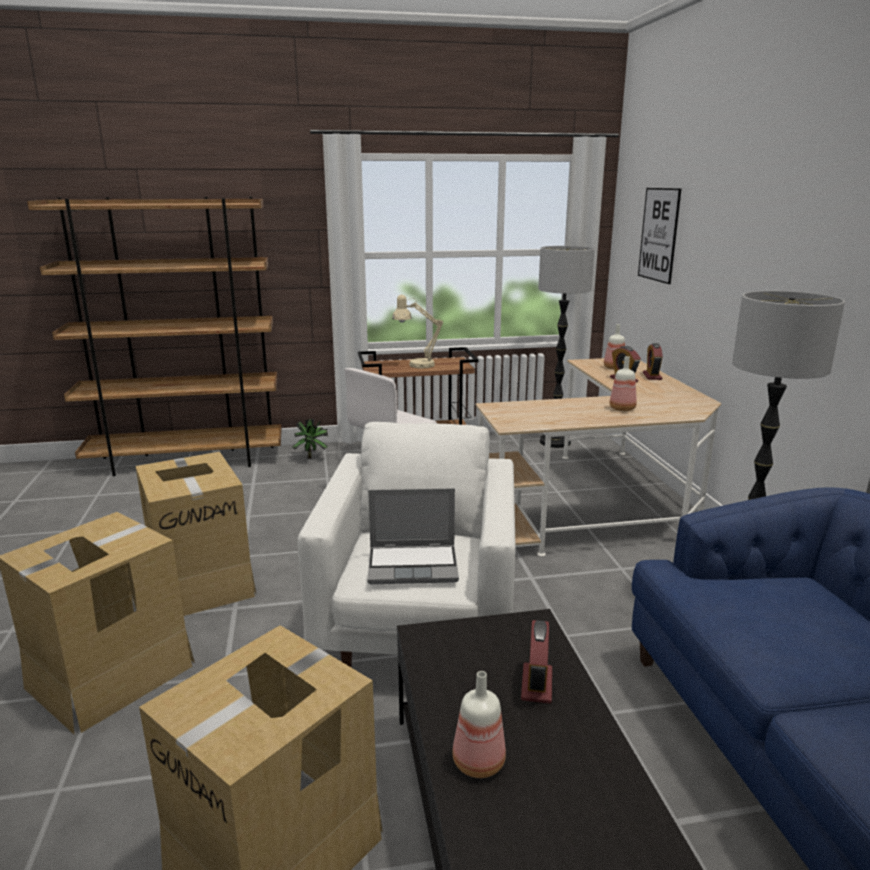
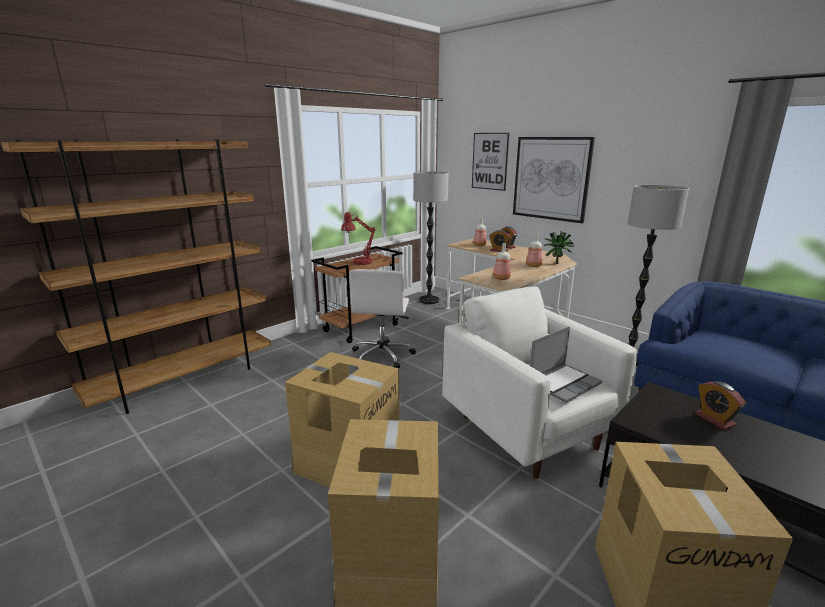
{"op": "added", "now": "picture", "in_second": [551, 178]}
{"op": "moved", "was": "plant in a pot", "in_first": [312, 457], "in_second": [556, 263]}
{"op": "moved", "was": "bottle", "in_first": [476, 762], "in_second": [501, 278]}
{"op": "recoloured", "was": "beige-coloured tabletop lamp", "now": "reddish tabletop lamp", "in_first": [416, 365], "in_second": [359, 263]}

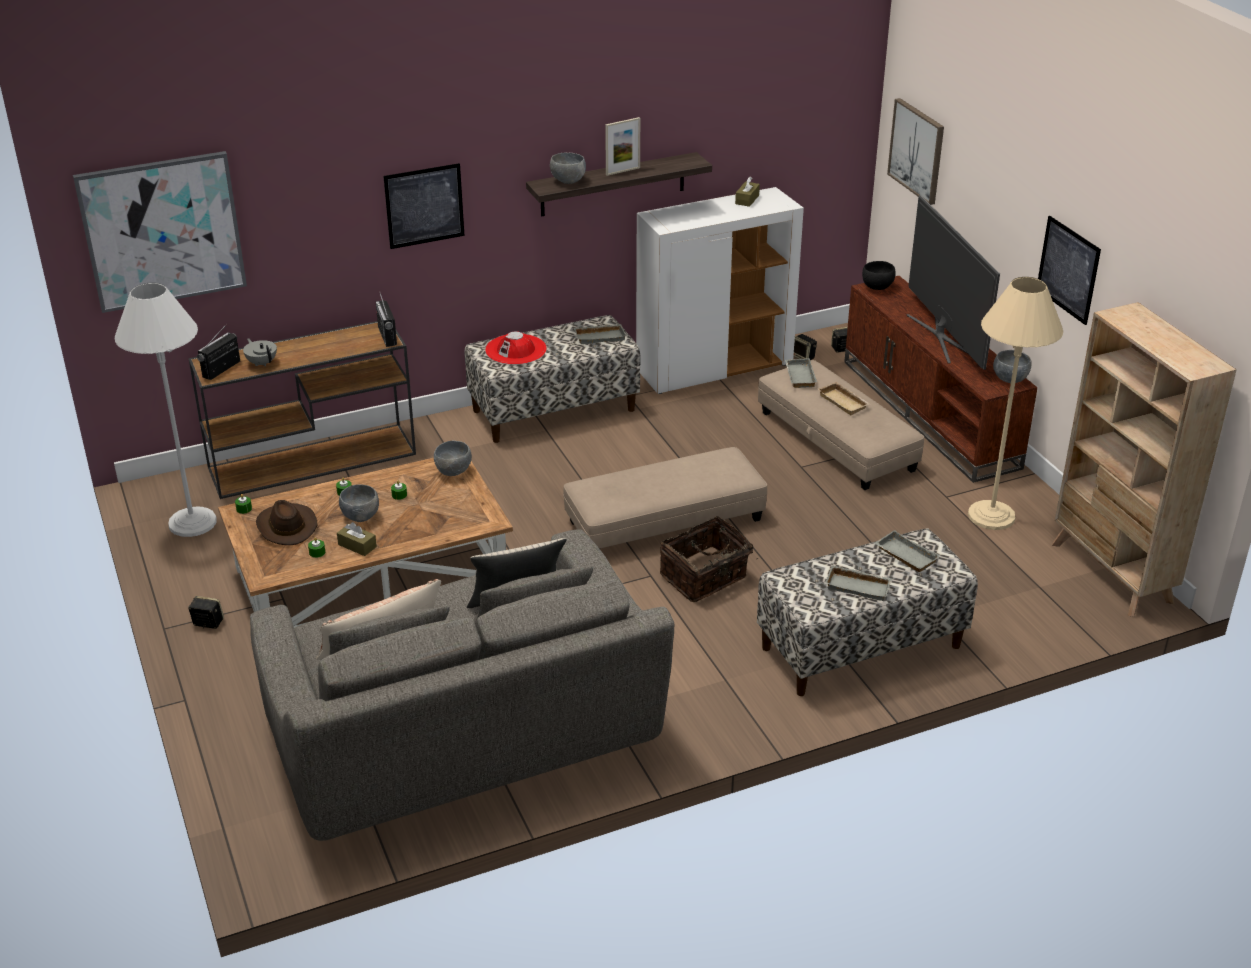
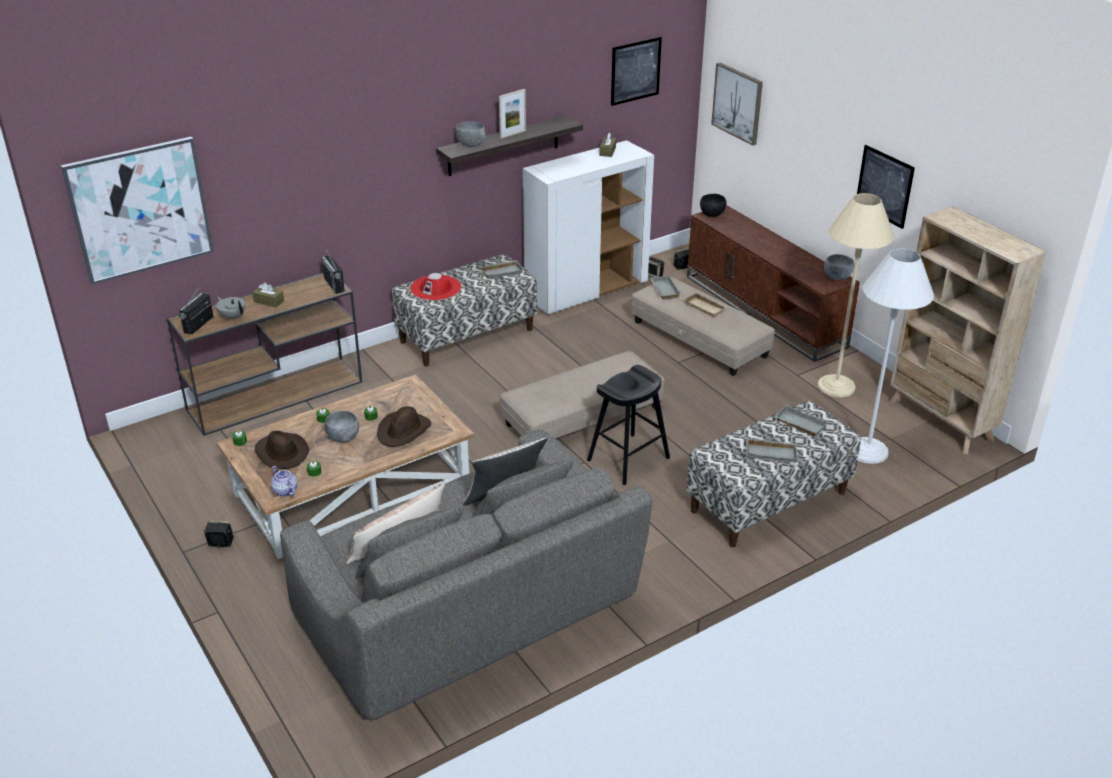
{"op": "removed", "was": "greyish serving bowl", "in_first": [454, 472]}
{"op": "removed", "was": "TV", "in_first": [942, 336]}
{"op": "added", "now": "teapot", "in_second": [284, 491]}
{"op": "added", "now": "brown clothing hat", "in_second": [404, 431]}
{"op": "moved", "was": "white-coloured standard lamp", "in_first": [192, 522], "in_second": [867, 451]}
{"op": "moved", "was": "brown tissue holder", "in_first": [357, 546], "in_second": [269, 301]}
{"op": "moved", "was": "picture", "in_first": [424, 206], "in_second": [635, 71]}
{"op": "replaced", "was": "household basket", "now": "black-coloured stool", "in_first": [705, 577], "in_second": [628, 459]}

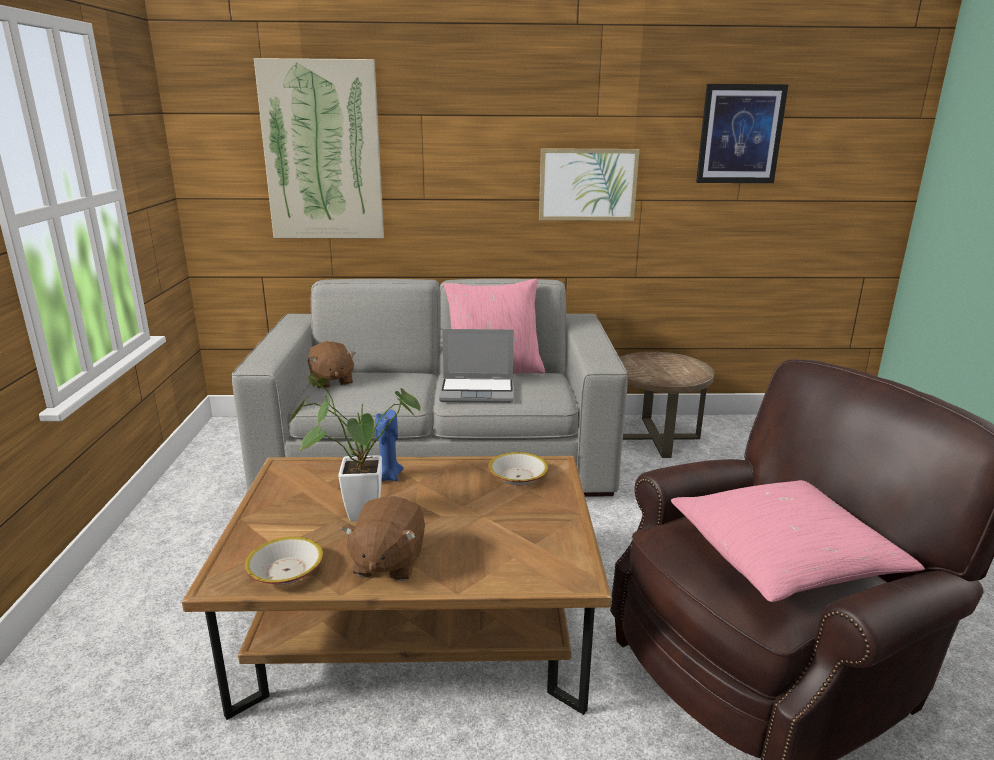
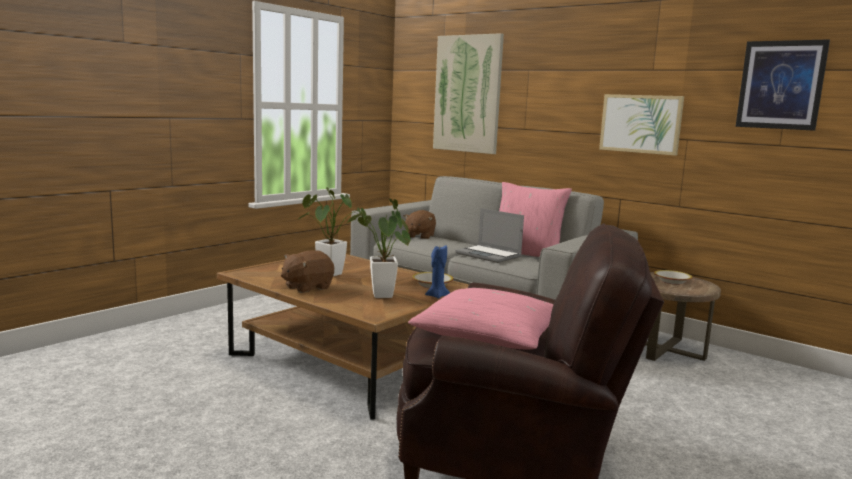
{"op": "added", "now": "plant in a pot", "in_second": [382, 297]}
{"op": "moved", "was": "serving bowl", "in_first": [286, 571], "in_second": [672, 282]}
{"op": "moved", "was": "bluish wax candle", "in_first": [388, 477], "in_second": [437, 296]}

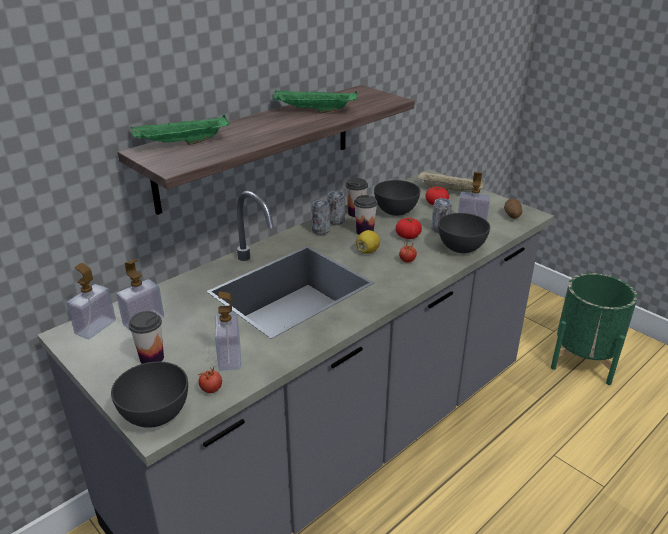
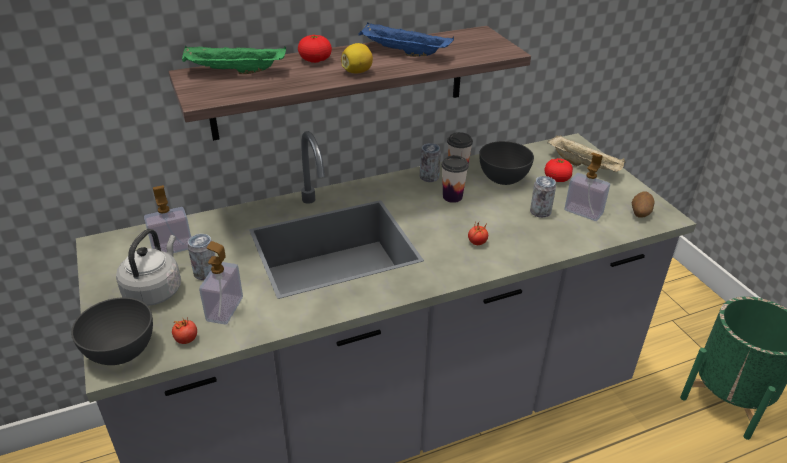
{"op": "removed", "was": "soap bottle", "in_first": [95, 327]}
{"op": "removed", "was": "greyish serving bowl", "in_first": [461, 248]}
{"op": "moved", "was": "metal can", "in_first": [320, 231], "in_second": [206, 273]}
{"op": "moved", "was": "citrus fruit", "in_first": [367, 251], "in_second": [357, 71]}
{"op": "moved", "was": "tomato", "in_first": [408, 236], "in_second": [315, 60]}
{"op": "replaced", "was": "cup", "now": "greyish tea kettle", "in_first": [152, 358], "in_second": [155, 290]}
{"op": "recoloured", "was": "greenish carrying tray", "now": "bluish carrying tray", "in_first": [313, 111], "in_second": [402, 53]}

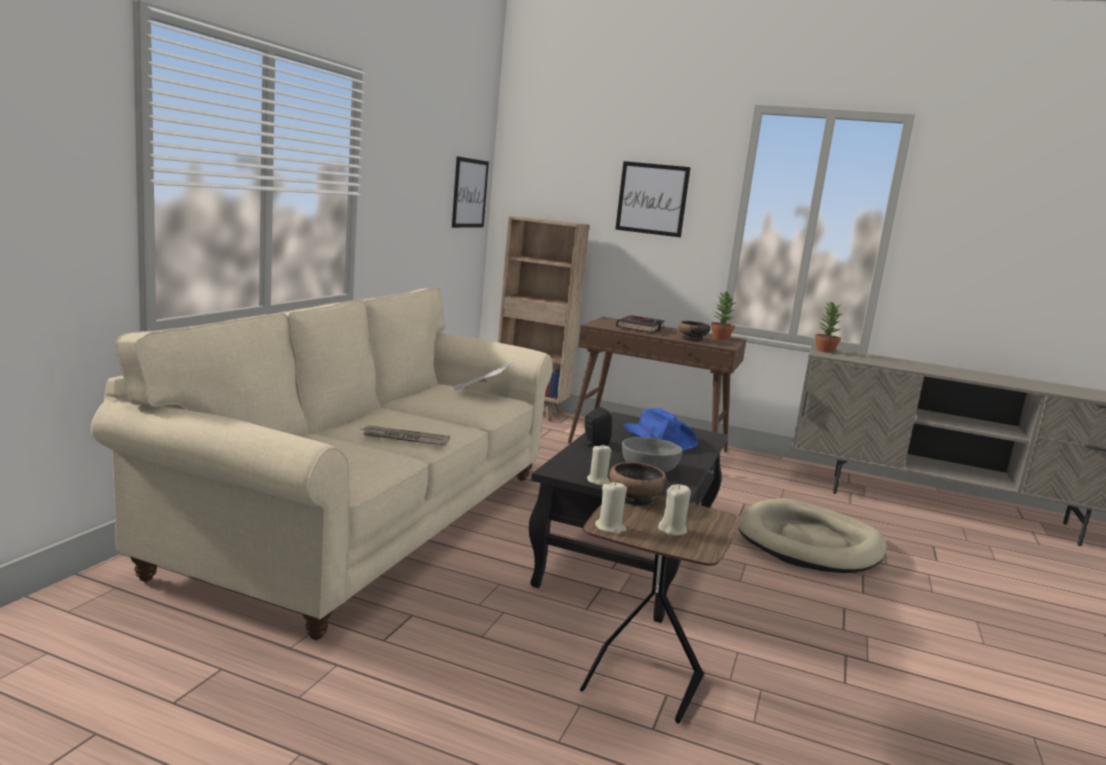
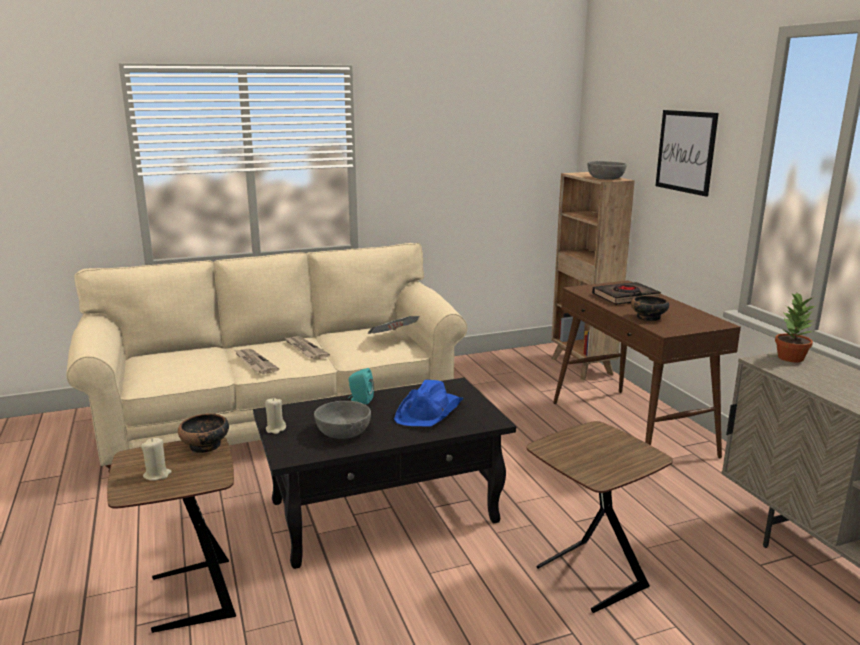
{"op": "removed", "was": "picture", "in_first": [469, 193]}
{"op": "removed", "was": "beige-coloured wax candle", "in_first": [610, 528]}
{"op": "removed", "was": "plant in a pot", "in_first": [720, 338]}
{"op": "added", "now": "daily paper", "in_second": [305, 349]}
{"op": "added", "now": "greyish serving bowl", "in_second": [606, 178]}
{"op": "replaced", "was": "beige-coloured dog bed", "now": "brown accent table", "in_first": [810, 543], "in_second": [588, 578]}
{"op": "recoloured", "was": "black-coloured speaker", "now": "blue-green speaker", "in_first": [593, 444], "in_second": [360, 400]}

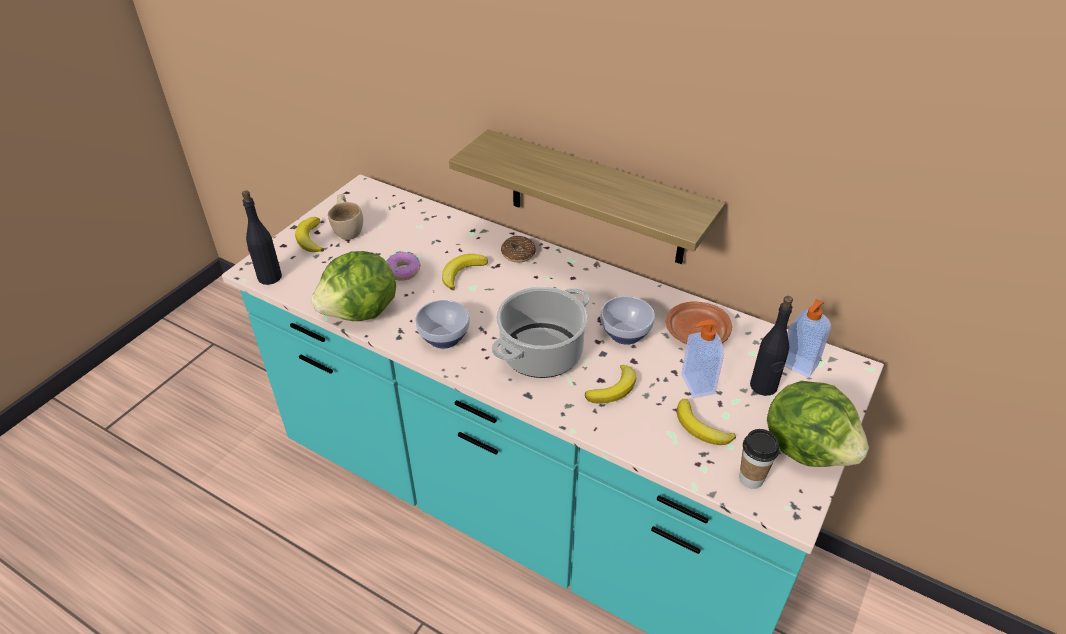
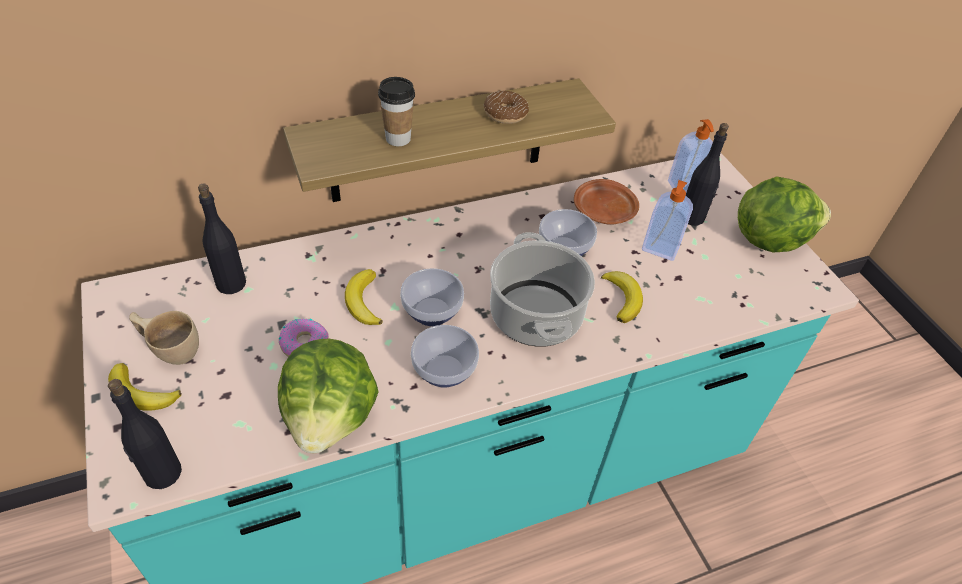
{"op": "removed", "was": "banana", "in_first": [701, 428]}
{"op": "added", "now": "black-coloured bottle", "in_second": [231, 283]}
{"op": "added", "now": "serving bowl", "in_second": [431, 311]}
{"op": "moved", "was": "ring doughnut", "in_first": [518, 254], "in_second": [505, 114]}
{"op": "moved", "was": "cup", "in_first": [751, 479], "in_second": [398, 139]}

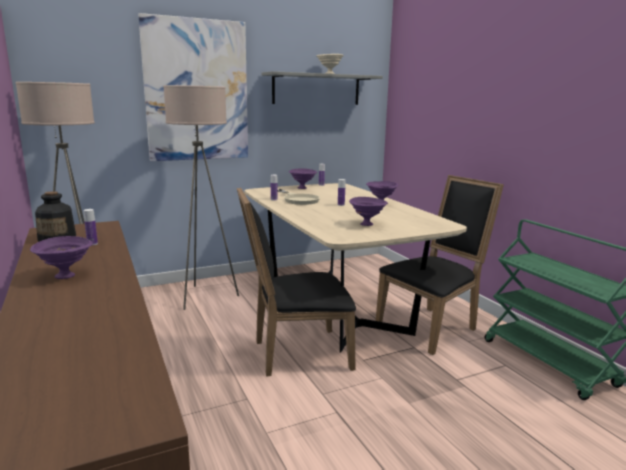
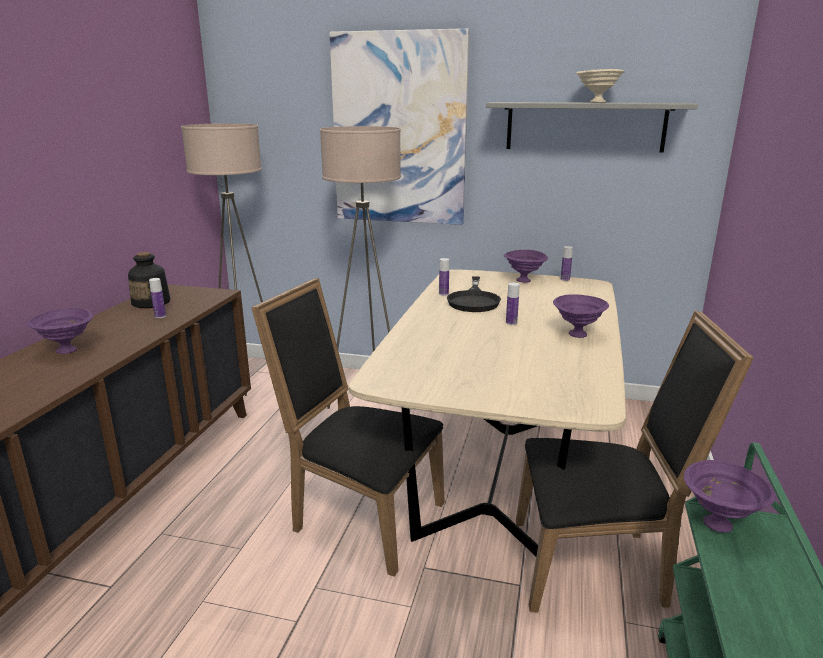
{"op": "moved", "was": "purple serving bowl", "in_first": [367, 224], "in_second": [719, 524]}
{"op": "recoloured", "was": "beige-coloured skillet", "now": "black-coloured skillet", "in_first": [298, 199], "in_second": [474, 300]}

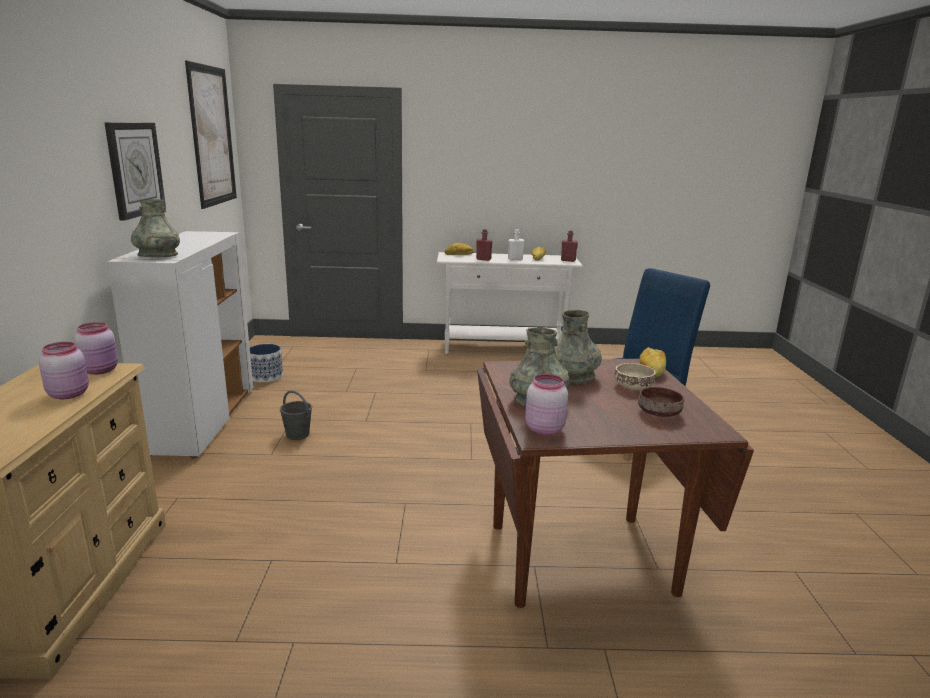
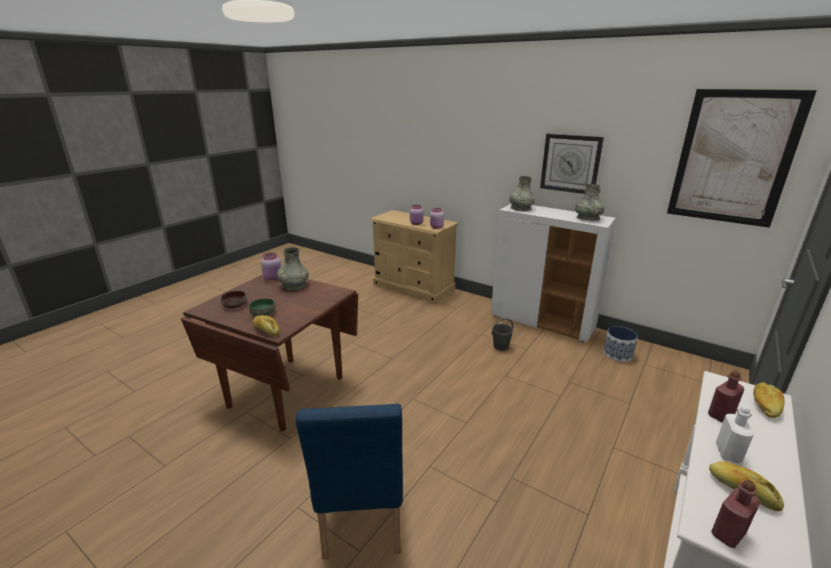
{"op": "moved", "was": "greyish decorative vase", "in_first": [572, 376], "in_second": [588, 218]}
{"op": "recoloured", "was": "beige-coloured serving bowl", "now": "greenish serving bowl", "in_first": [633, 387], "in_second": [263, 313]}

